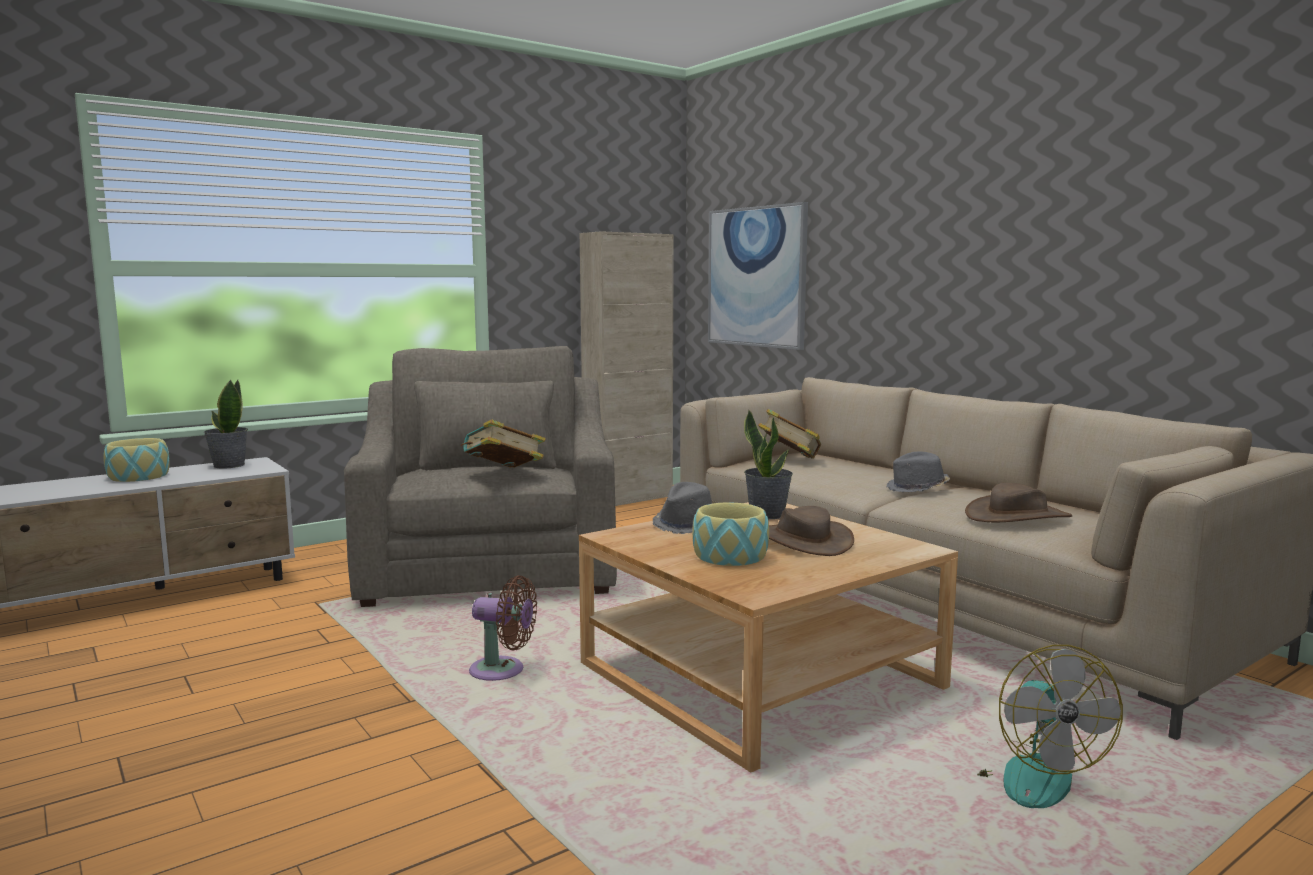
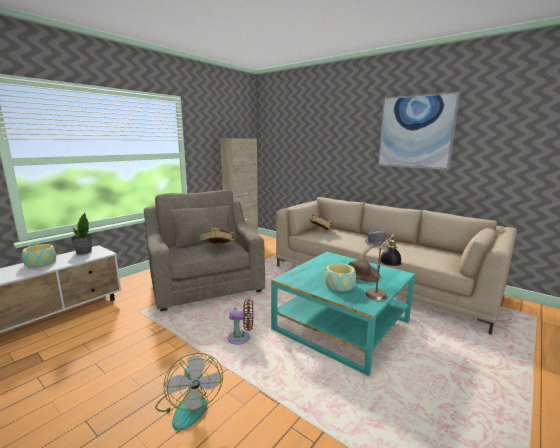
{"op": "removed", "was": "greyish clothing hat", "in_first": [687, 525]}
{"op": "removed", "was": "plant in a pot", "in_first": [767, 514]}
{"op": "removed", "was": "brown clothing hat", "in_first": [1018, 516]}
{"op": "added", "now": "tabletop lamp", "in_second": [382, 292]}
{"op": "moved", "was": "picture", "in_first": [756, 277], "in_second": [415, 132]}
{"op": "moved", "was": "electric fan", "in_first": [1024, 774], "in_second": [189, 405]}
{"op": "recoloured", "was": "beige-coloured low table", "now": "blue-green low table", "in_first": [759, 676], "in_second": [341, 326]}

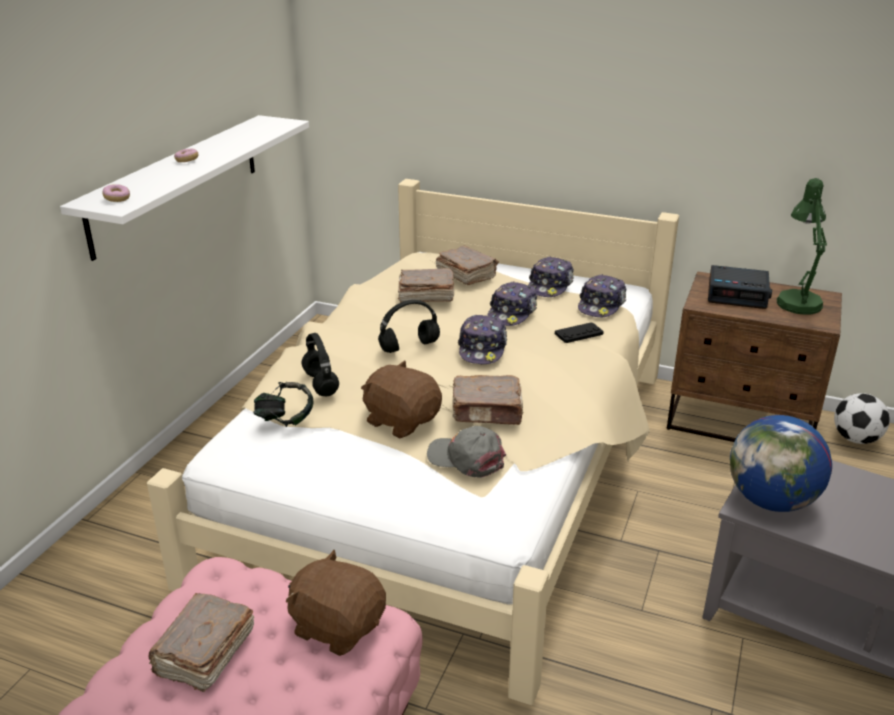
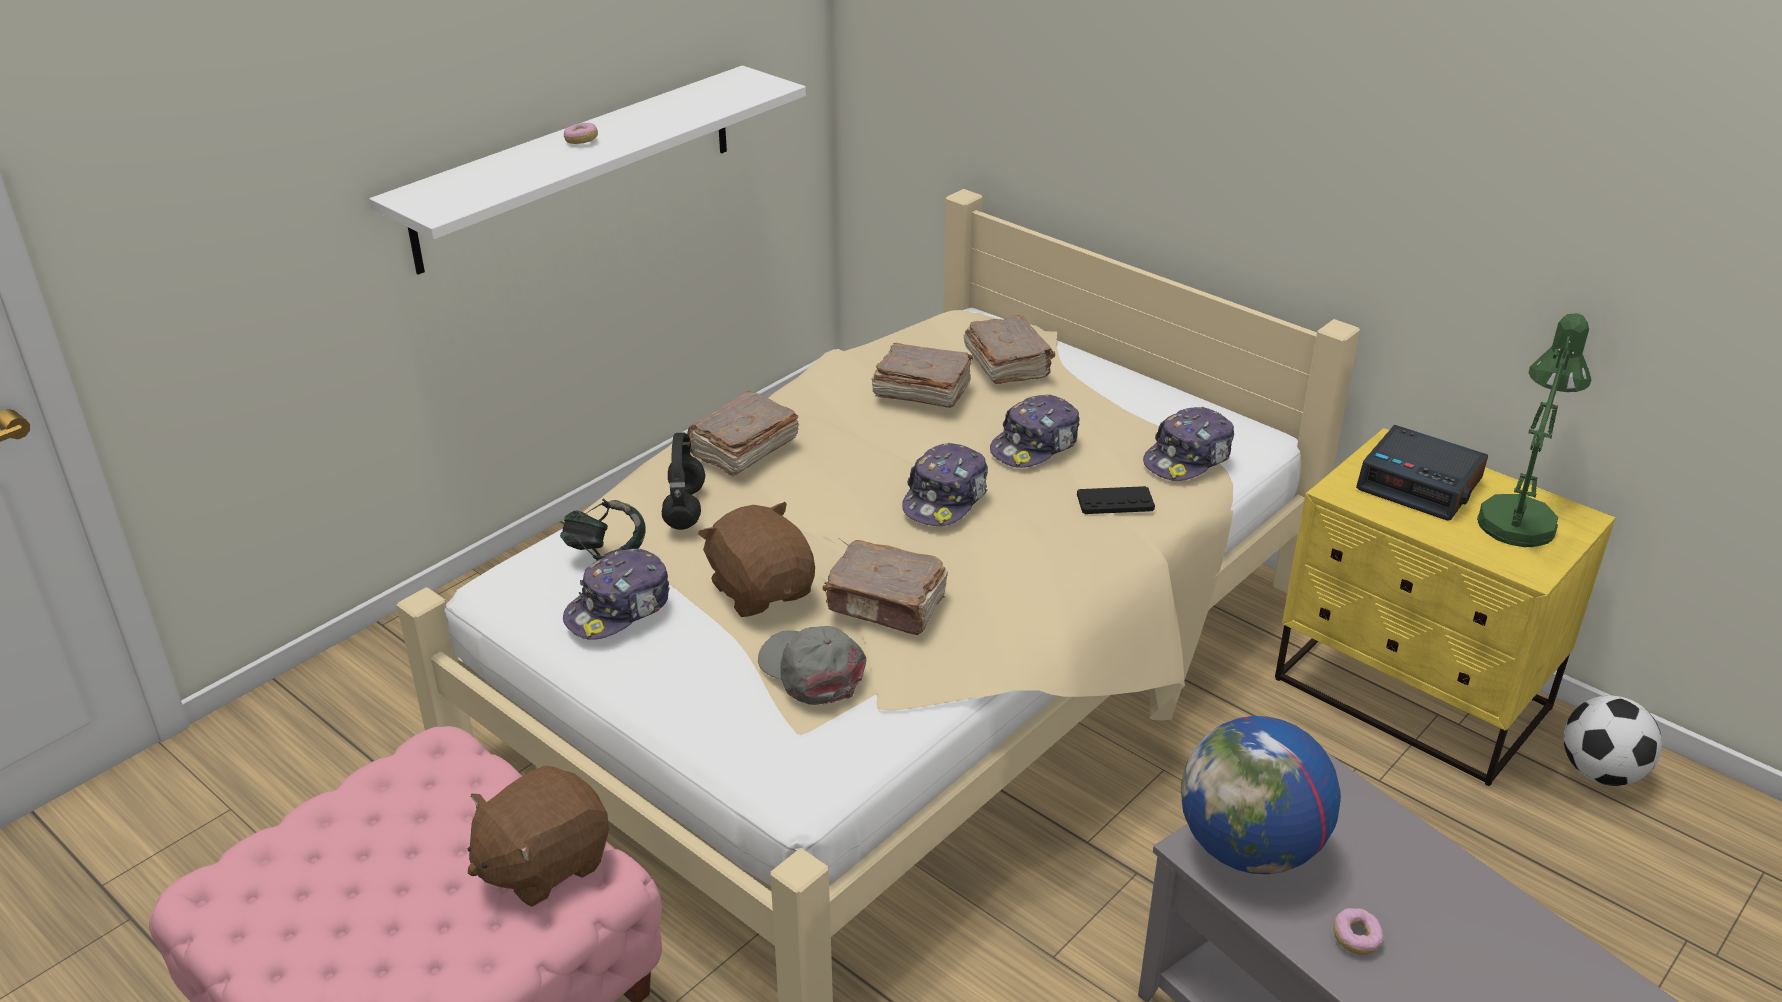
{"op": "removed", "was": "black-coloured pair of headphones", "in_first": [410, 346]}
{"op": "moved", "was": "ring doughnut", "in_first": [117, 199], "in_second": [1356, 939]}
{"op": "moved", "was": "brown bound book", "in_first": [204, 654], "in_second": [742, 449]}
{"op": "moved", "was": "peaked cap", "in_first": [550, 286], "in_second": [619, 608]}
{"op": "recoloured", "was": "brown night table", "now": "yellow-coloured night table", "in_first": [741, 422], "in_second": [1411, 696]}
{"op": "turned", "was": "brown cuddly toy", "in_first": [337, 626], "in_second": [543, 863], "clockwise": -90}

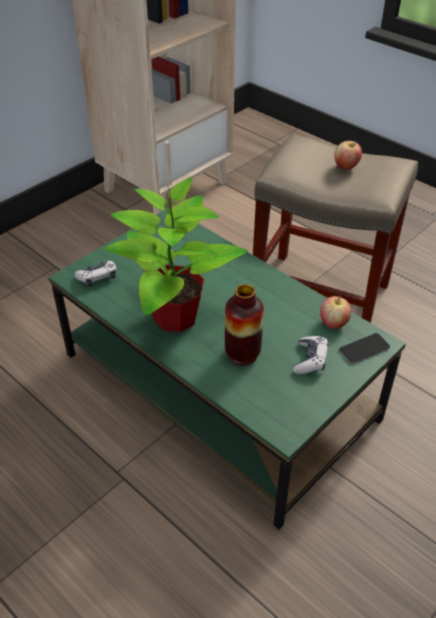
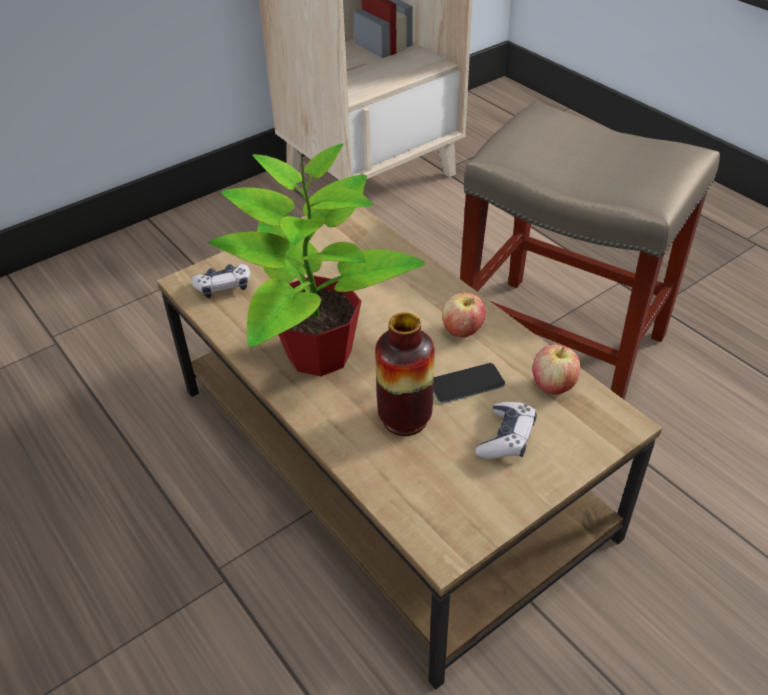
{"op": "moved", "was": "apple", "in_first": [346, 166], "in_second": [462, 331]}
{"op": "moved", "was": "handset", "in_first": [364, 349], "in_second": [466, 384]}
{"op": "recoloured", "was": "greenish low table", "now": "brown low table", "in_first": [215, 385], "in_second": [383, 457]}

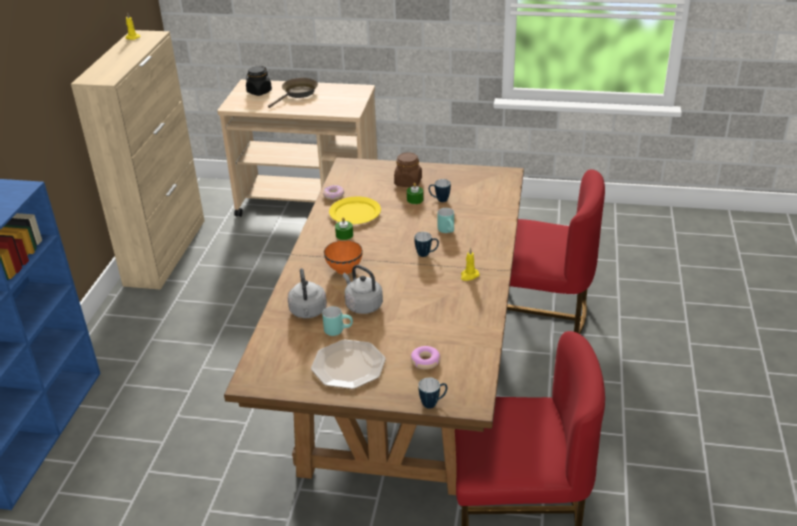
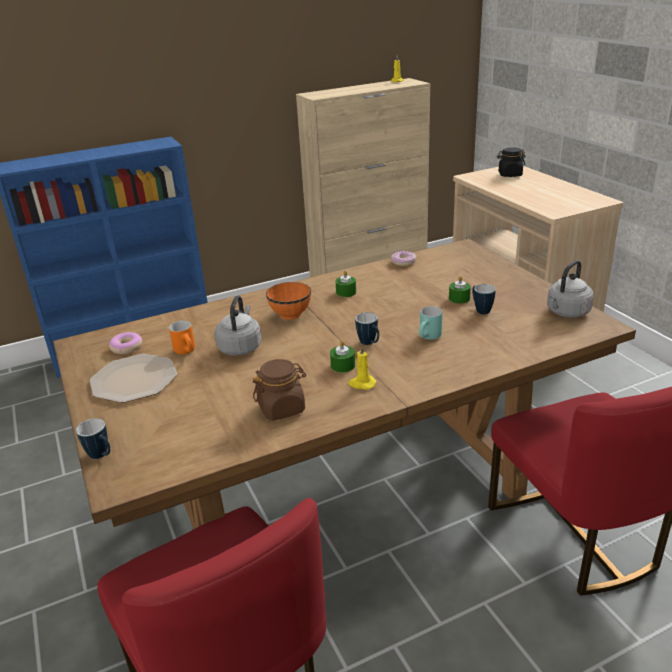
{"op": "removed", "was": "brown skillet", "in_first": [298, 93]}
{"op": "removed", "was": "yellow-coloured dinner plate", "in_first": [354, 213]}
{"op": "added", "now": "greenish wax candle", "in_second": [343, 365]}
{"op": "moved", "was": "greyish tea kettle", "in_first": [308, 312], "in_second": [566, 312]}
{"op": "moved", "was": "brown preserve jar", "in_first": [408, 182], "in_second": [282, 408]}
{"op": "moved", "was": "ring doughnut", "in_first": [425, 361], "in_second": [127, 347]}
{"op": "recoloured", "was": "blue-green mug", "now": "orange mug", "in_first": [338, 330], "in_second": [188, 351]}

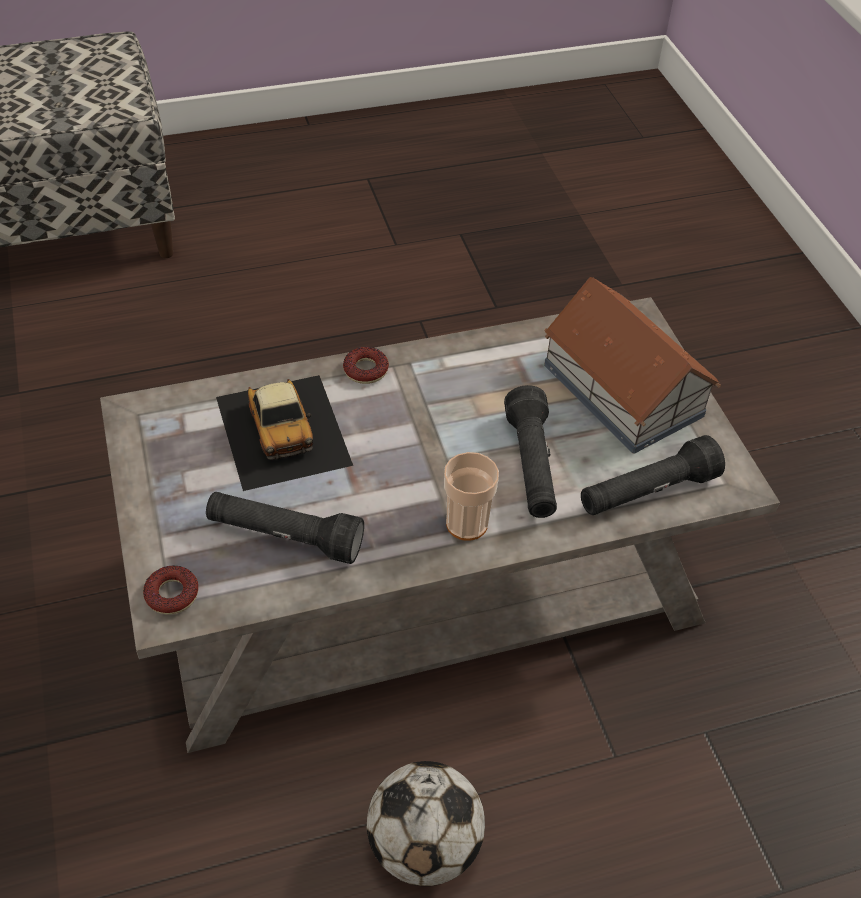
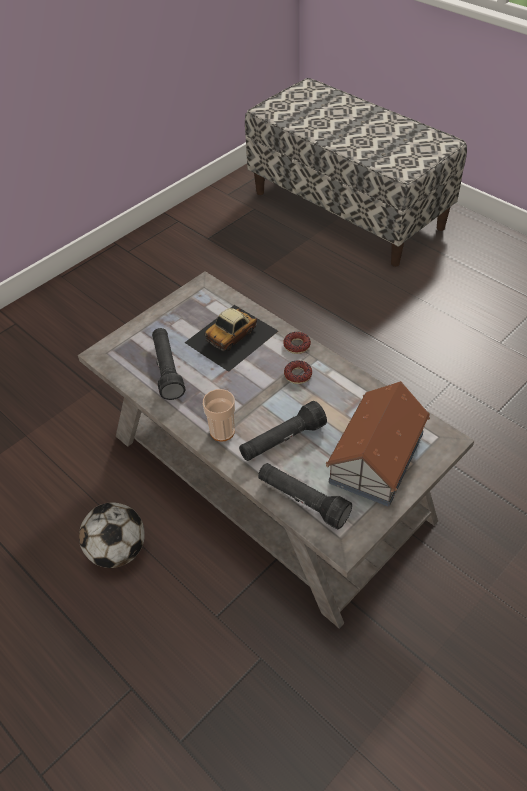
{"op": "moved", "was": "ring doughnut", "in_first": [172, 594], "in_second": [298, 375]}

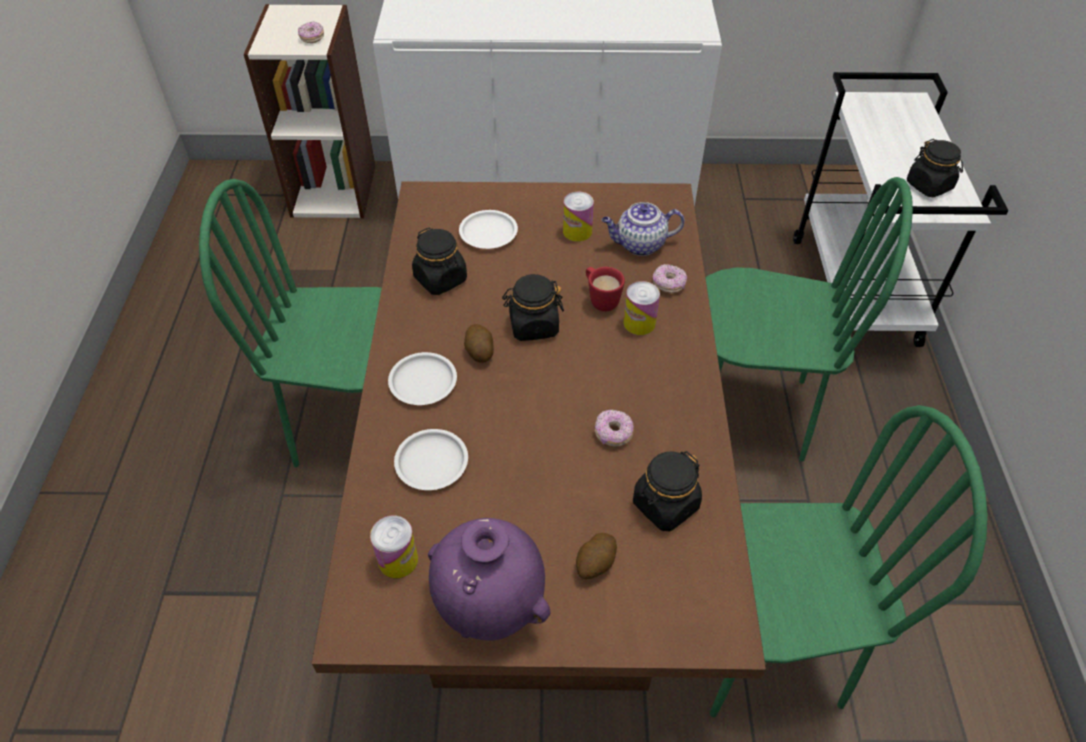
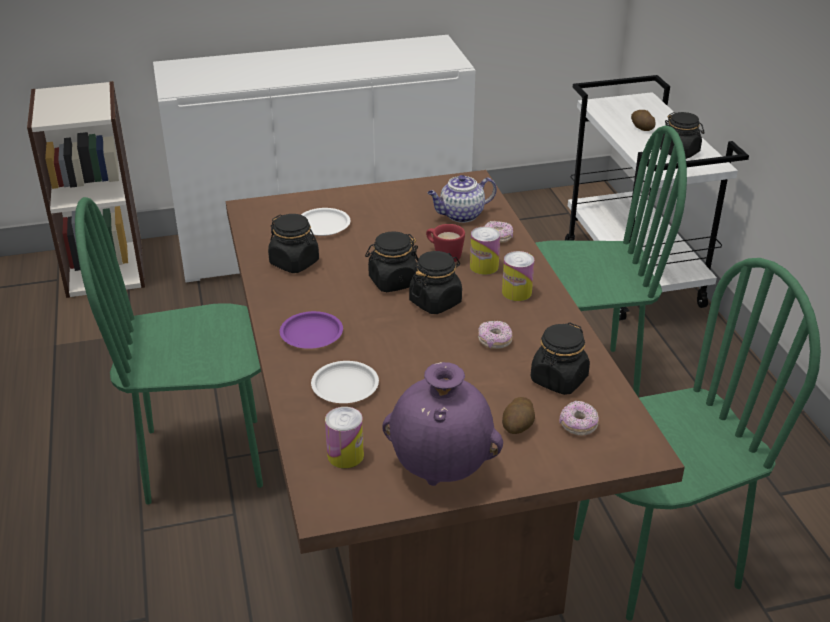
{"op": "added", "now": "black-coloured preserve jar", "in_second": [435, 302]}
{"op": "moved", "was": "ring doughnut", "in_first": [312, 38], "in_second": [578, 425]}
{"op": "moved", "was": "potato", "in_first": [479, 351], "in_second": [641, 128]}
{"op": "moved", "was": "metal can", "in_first": [577, 231], "in_second": [516, 292]}
{"op": "recoloured", "was": "white-coloured dinner plate", "now": "purple dinner plate", "in_first": [422, 382], "in_second": [311, 334]}

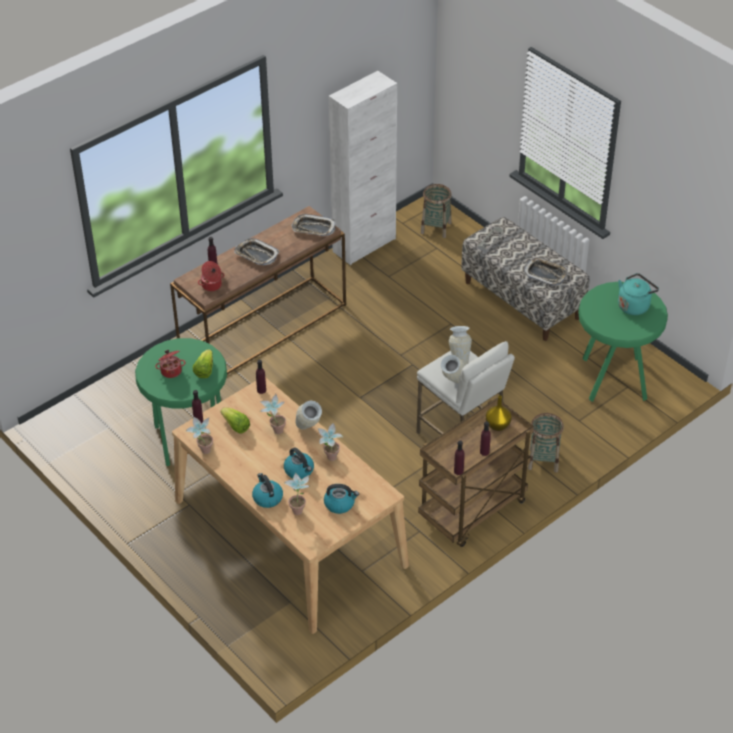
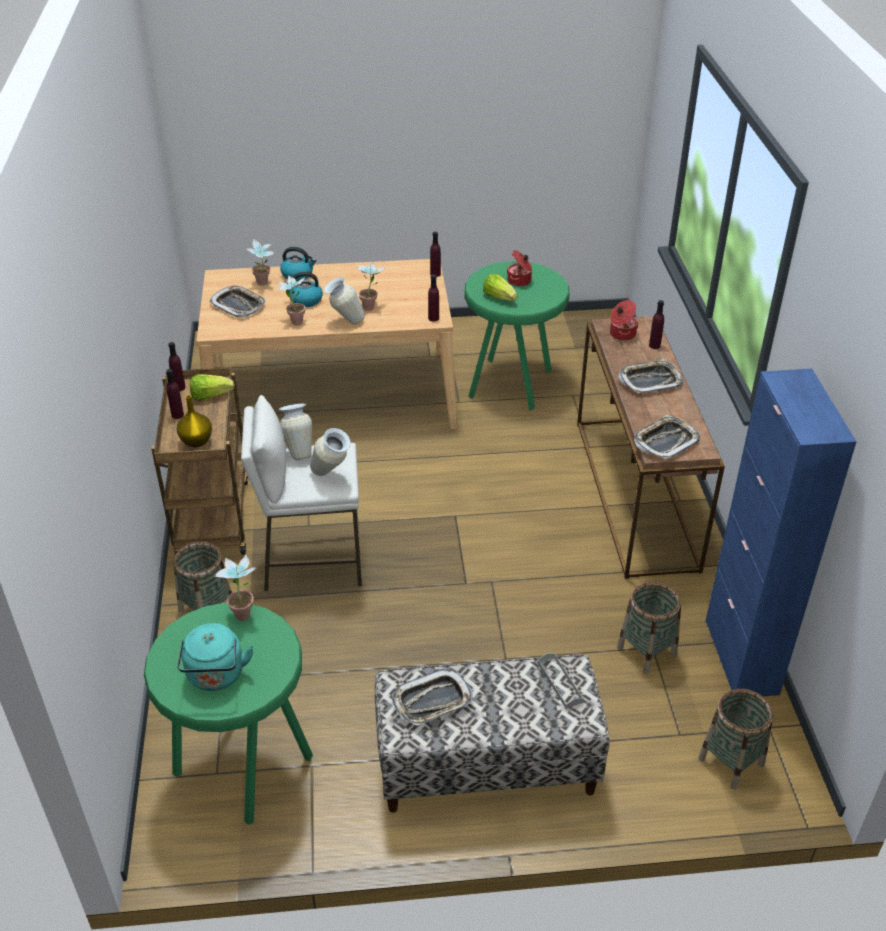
{"op": "added", "now": "household basket", "in_second": [646, 651]}
{"op": "moved", "was": "plant in a pot", "in_first": [202, 452], "in_second": [243, 611]}
{"op": "moved", "was": "lettuce", "in_first": [235, 426], "in_second": [210, 396]}
{"op": "replaced", "was": "tea kettle", "now": "carrying tray", "in_first": [340, 504], "in_second": [238, 305]}
{"op": "recoloured", "was": "white-coloured cabinet", "now": "bluish cabinet", "in_first": [364, 245], "in_second": [740, 657]}

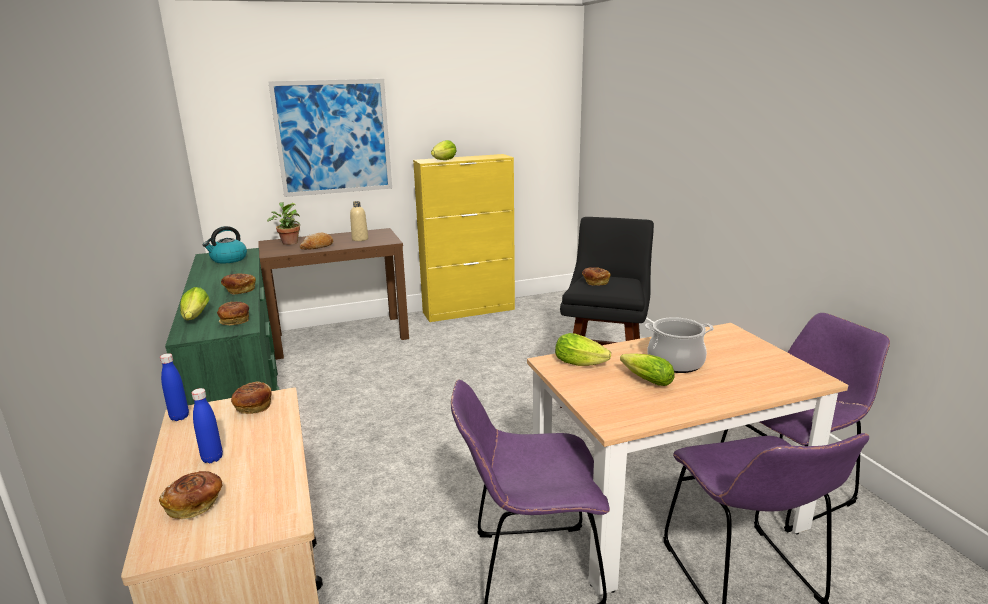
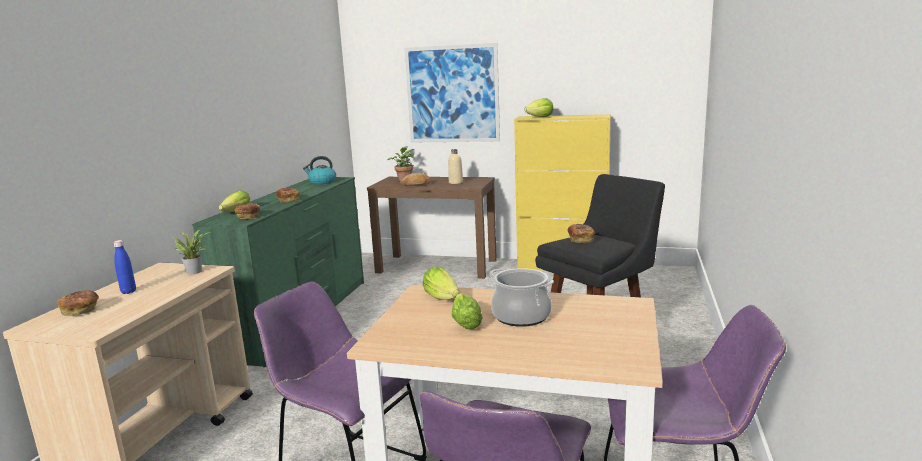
{"op": "removed", "was": "bluish bottle", "in_first": [179, 417]}
{"op": "replaced", "was": "bread", "now": "plant in a pot", "in_first": [253, 407], "in_second": [194, 271]}

